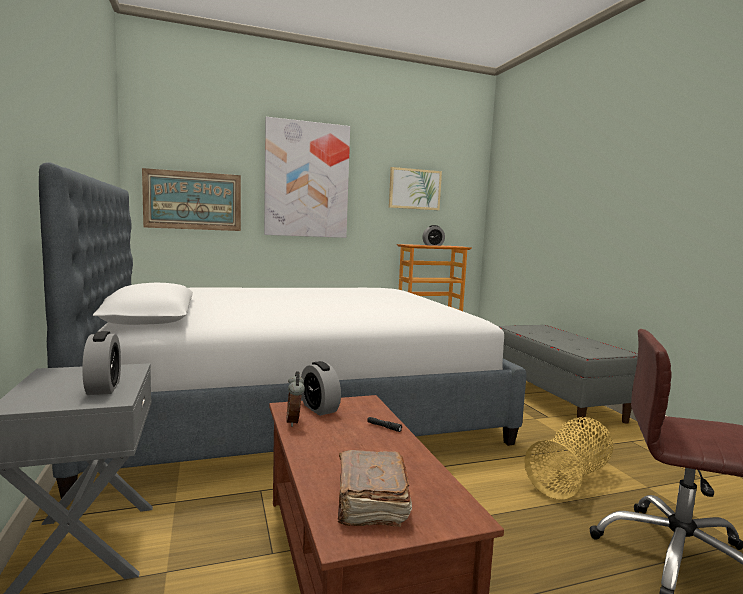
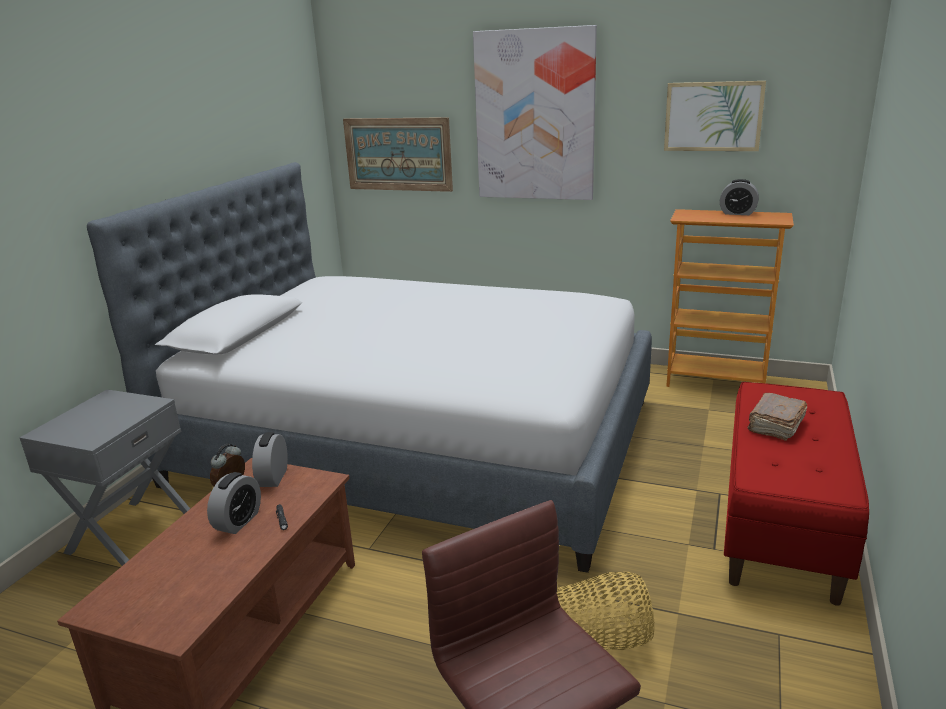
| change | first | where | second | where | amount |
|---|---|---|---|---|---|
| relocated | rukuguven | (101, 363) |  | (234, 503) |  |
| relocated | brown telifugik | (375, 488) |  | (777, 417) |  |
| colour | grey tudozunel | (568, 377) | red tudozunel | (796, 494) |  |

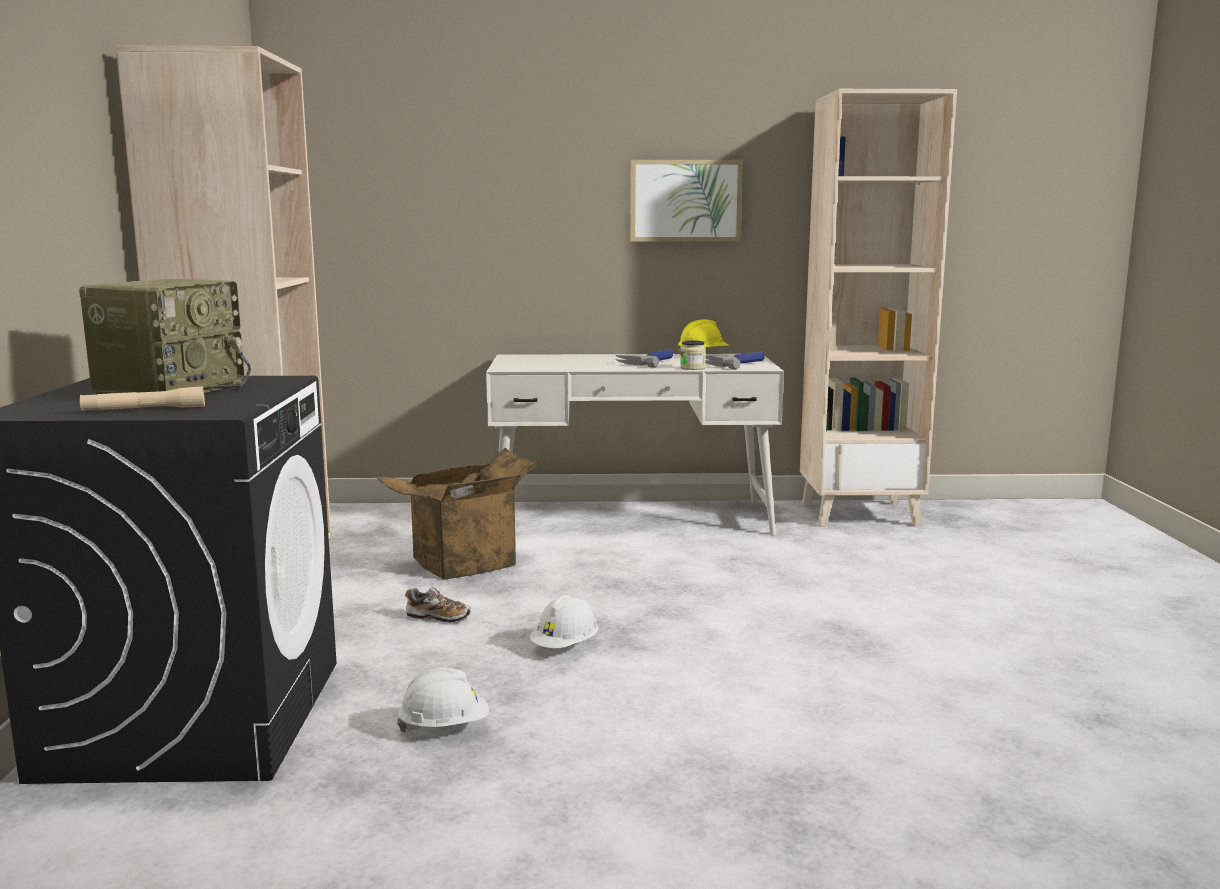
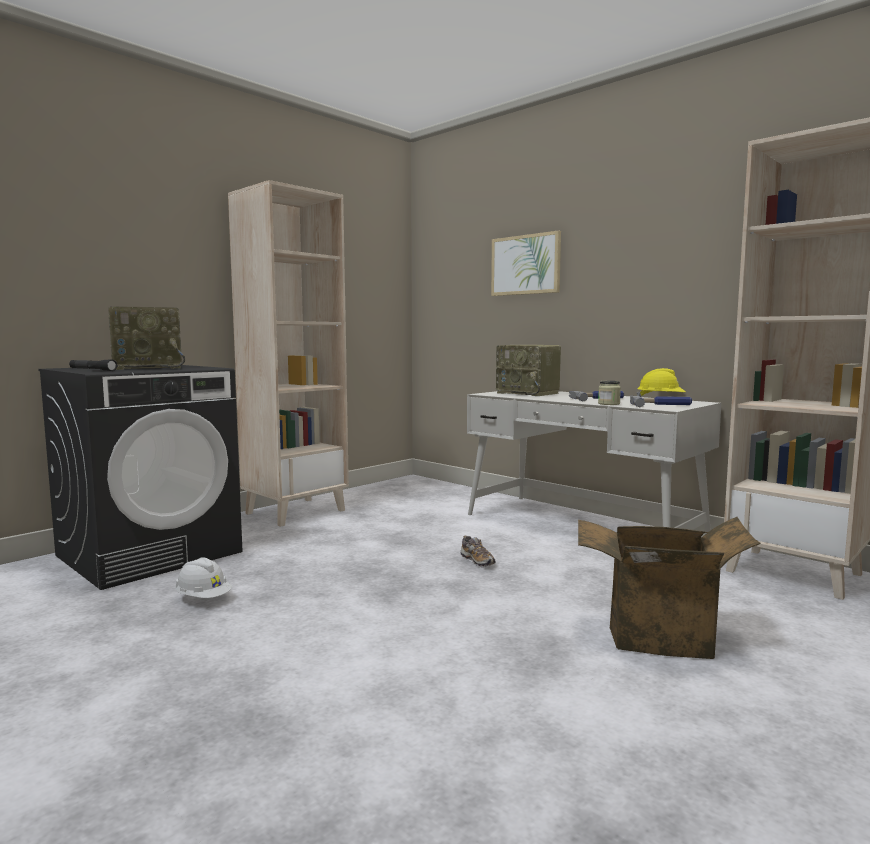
| change | first | where | second | where | amount |
|---|---|---|---|---|---|
| colour | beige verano | (142, 398) | black verano | (93, 365) |  |
| relocated | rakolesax | (458, 514) |  | (669, 588) |  |
| relocated | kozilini | (438, 605) |  | (478, 551) |  |
| missing | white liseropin | (564, 621) |  |  |  |
| relocated | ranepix | (686, 200) |  | (526, 263) |  |
| appeared |  |  | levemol | (528, 370) |  |

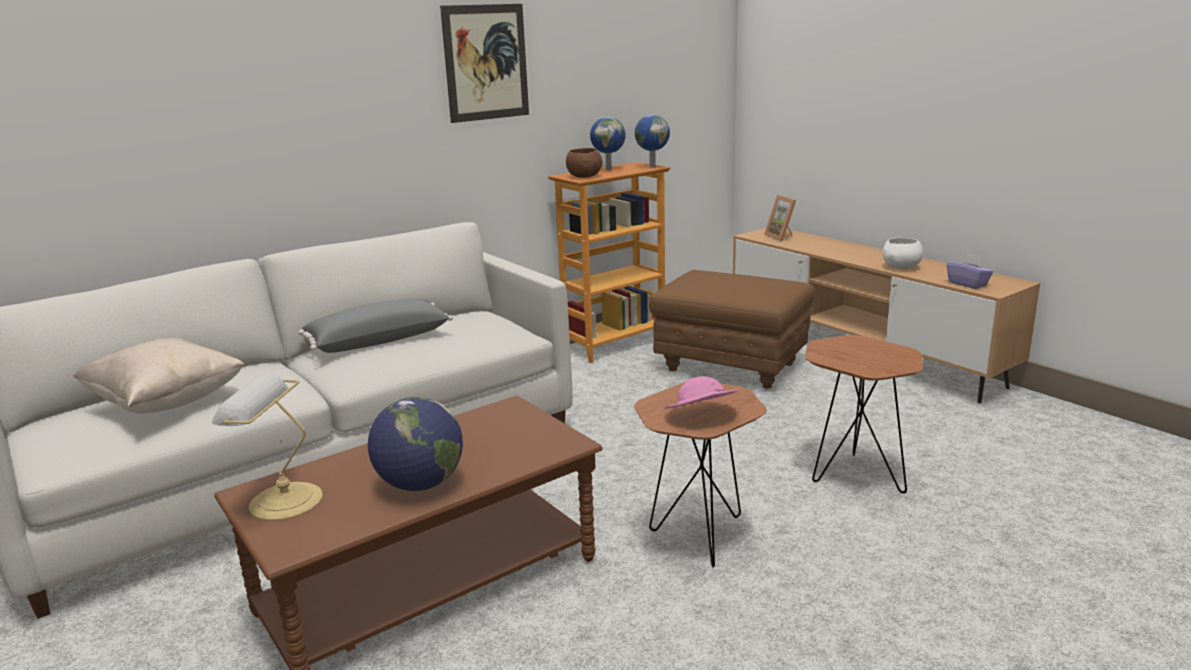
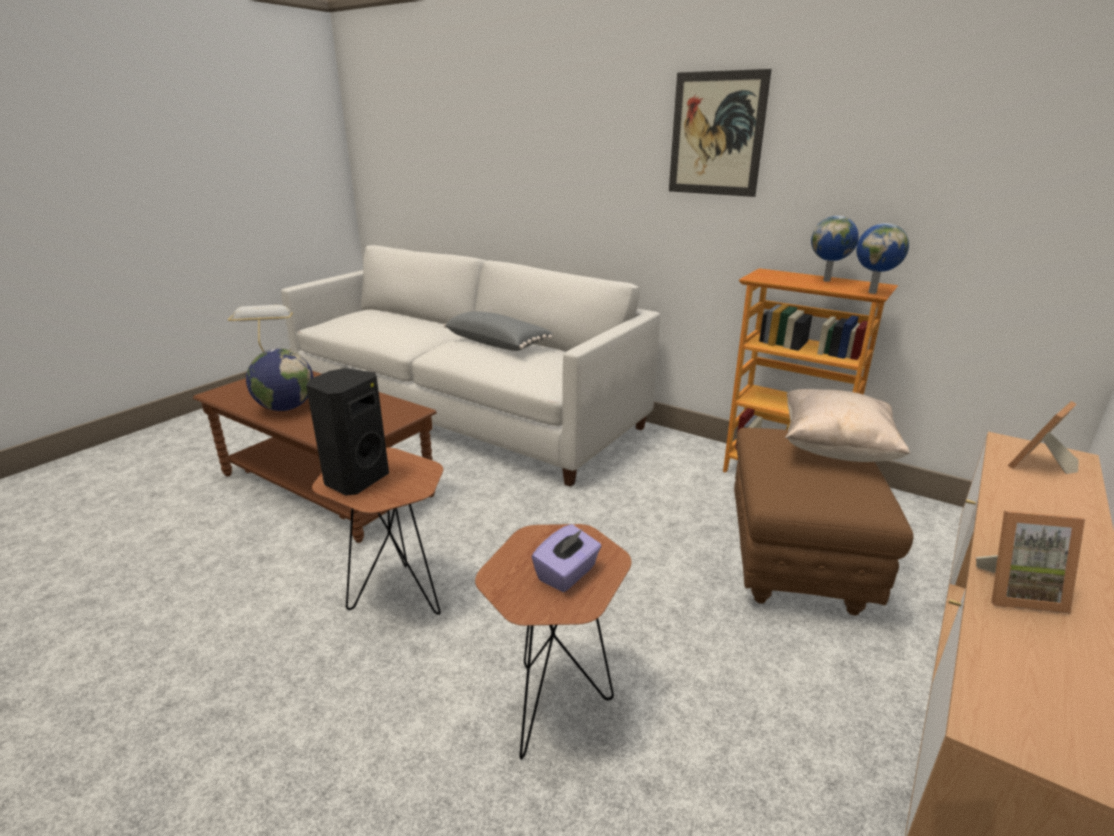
| change | first | where | second | where | amount |
|---|---|---|---|---|---|
| relocated | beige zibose | (159, 375) |  | (847, 425) |  |
| missing | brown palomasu | (584, 163) |  |  |  |
| exchanged | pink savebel | (702, 392) | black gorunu | (347, 432) |  |
| exchanged | white palomasu | (903, 253) | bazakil | (1030, 562) |  |
| relocated | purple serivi | (970, 271) |  | (567, 558) |  |

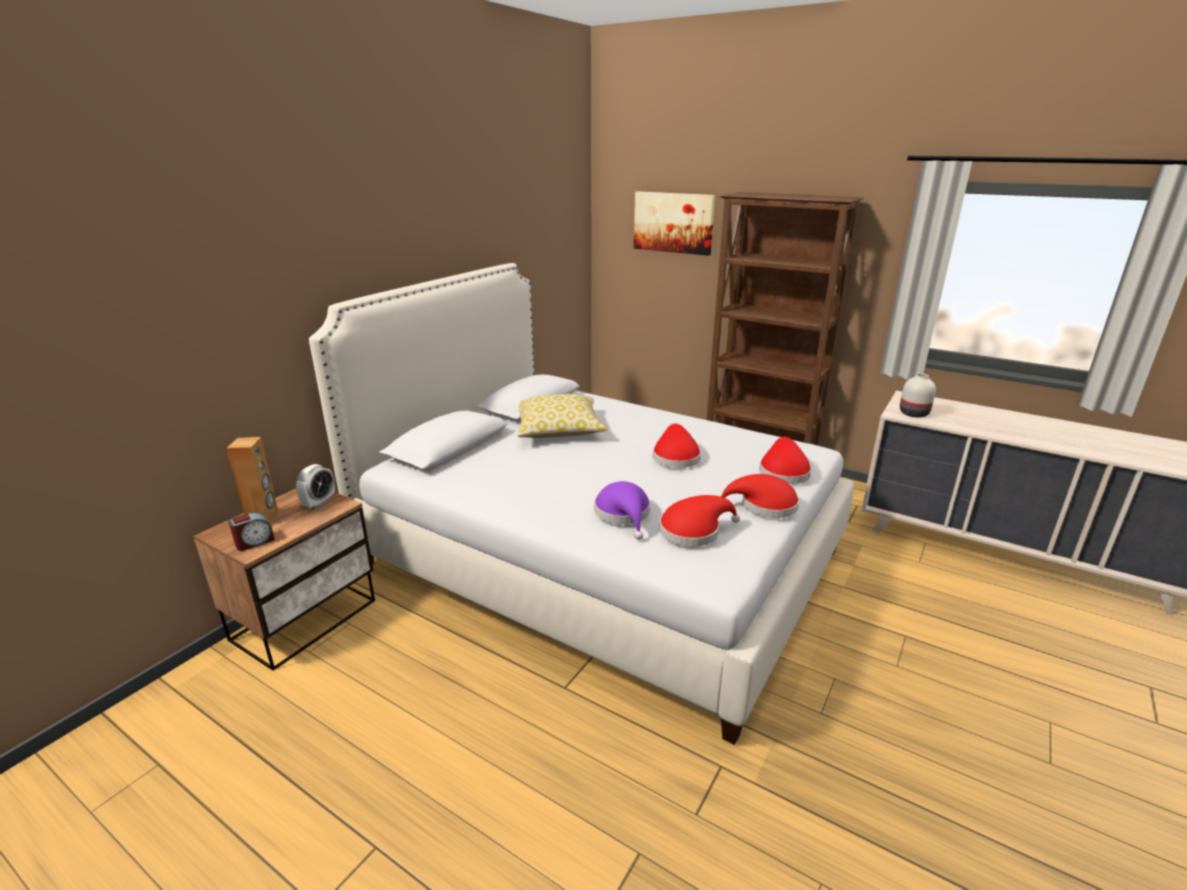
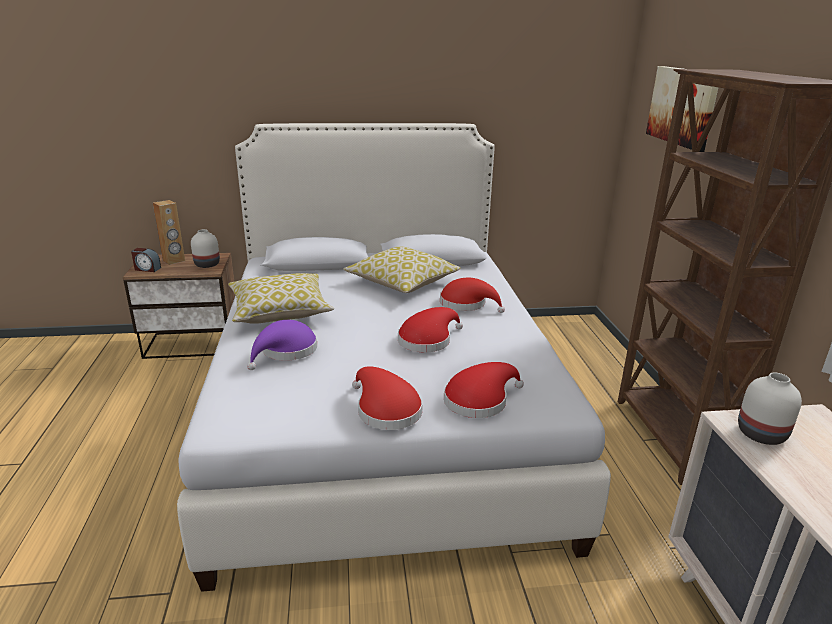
| change | first | where | second | where | amount |
|---|---|---|---|---|---|
| exchanged | rukuguven | (315, 486) | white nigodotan | (205, 248) |  |
| relocated | red savebel | (699, 521) |  | (472, 295) |  |
| appeared |  |  | zibose | (281, 298) |  |

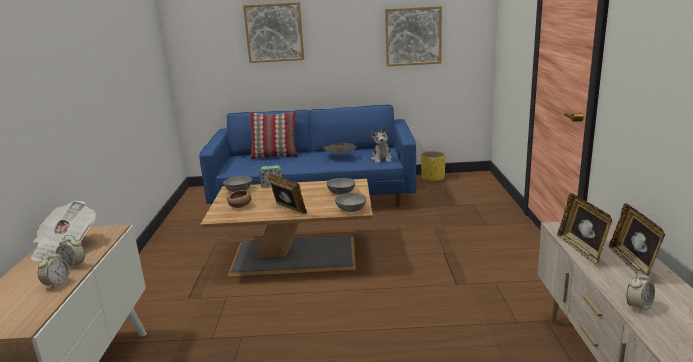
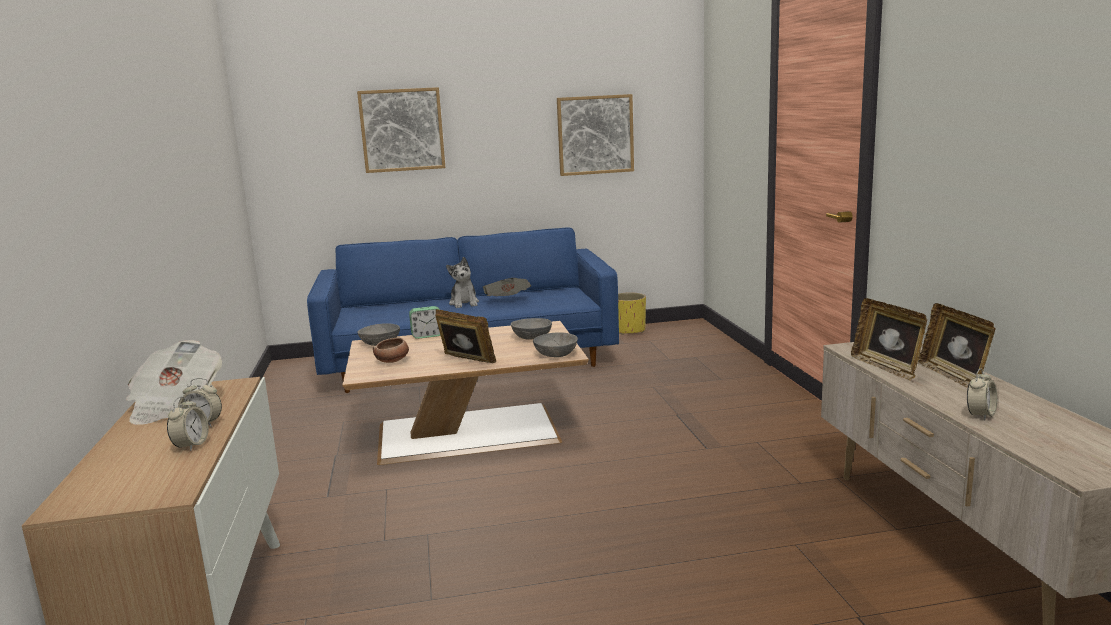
| change | first | where | second | where | amount |
|---|---|---|---|---|---|
| missing | zibose | (273, 135) |  |  |  |
| relocated | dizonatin | (381, 144) |  | (462, 282) |  |

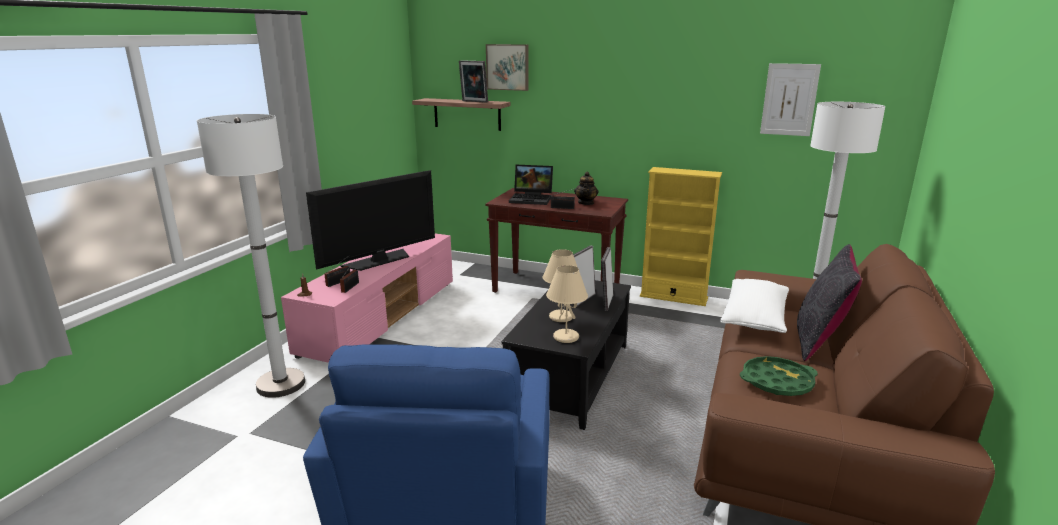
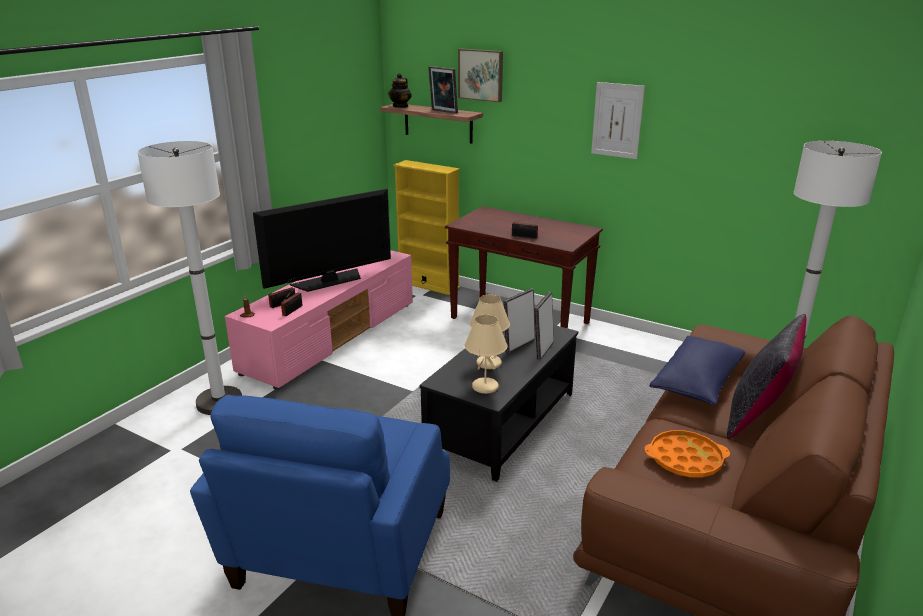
| change | first | where | second | where | amount |
|---|---|---|---|---|---|
| missing | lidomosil | (531, 185) |  |  |  |
| relocated | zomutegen | (586, 188) |  | (400, 90) |  |
| relocated | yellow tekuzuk | (681, 236) |  | (426, 227) |  |
| colour | white zibose | (755, 306) | blue zibose | (697, 370) |  |
| colour | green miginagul | (779, 376) | orange miginagul | (687, 453) |  |
| relocated | ranepix | (790, 99) |  | (618, 120) |  |

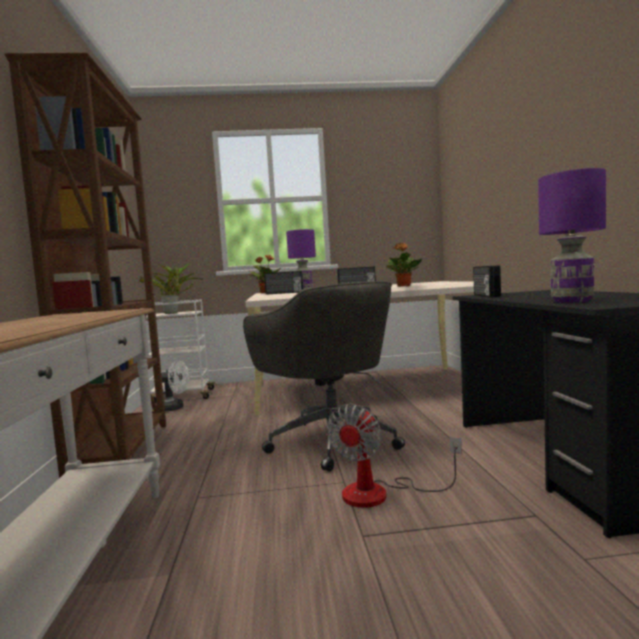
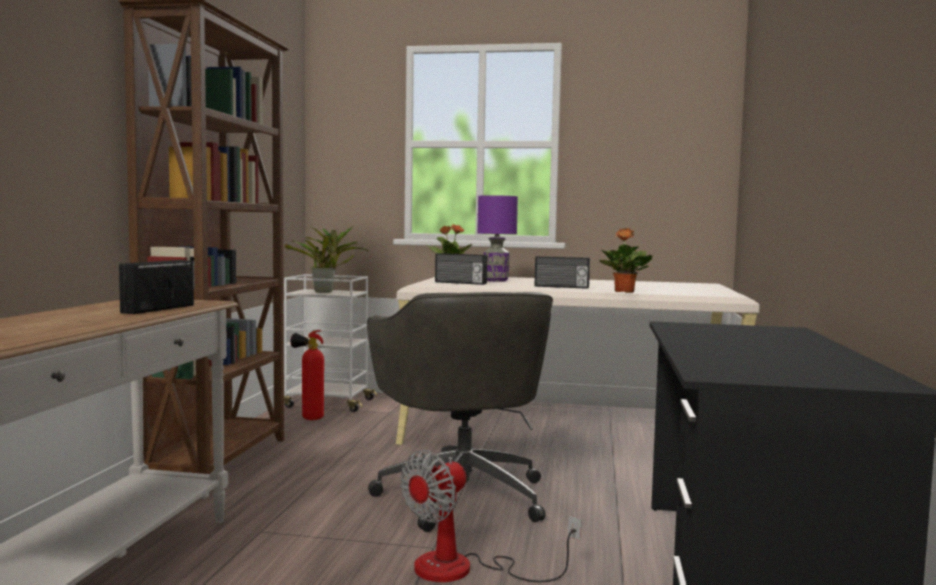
| change | first | where | second | where | amount |
|---|---|---|---|---|---|
| exchanged | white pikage | (175, 386) | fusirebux | (307, 375) |  |
| relocated | levemol | (487, 281) |  | (156, 287) |  |
| missing | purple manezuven | (572, 235) |  |  |  |

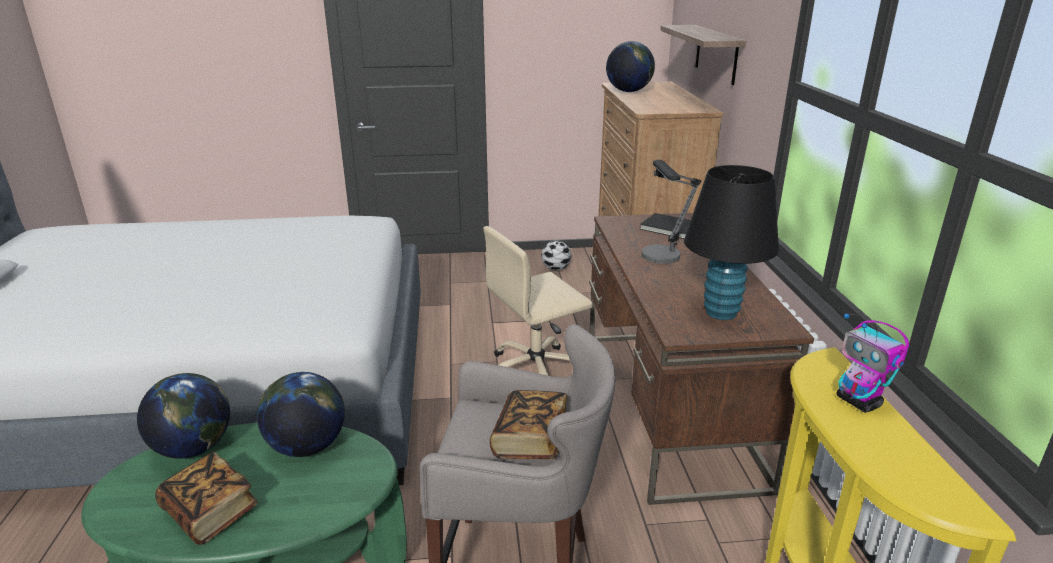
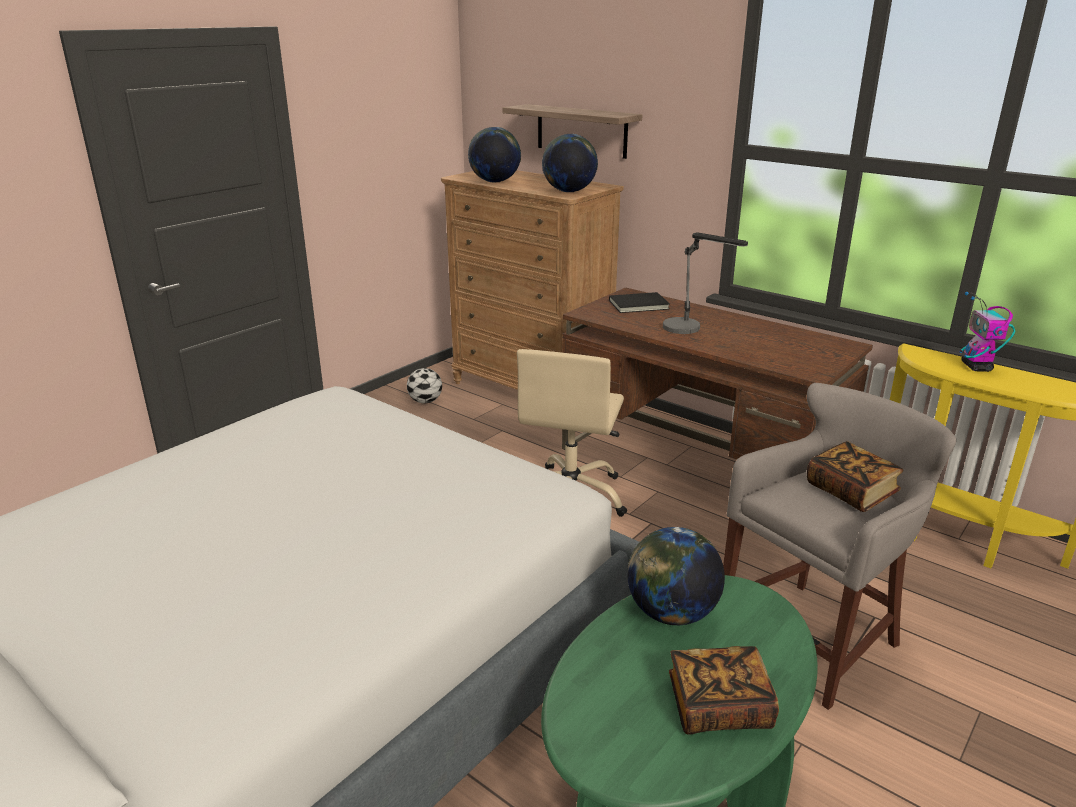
| change | first | where | second | where | amount |
|---|---|---|---|---|---|
| relocated | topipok | (183, 416) |  | (570, 163) |  |
| missing | black manezuven | (731, 242) |  |  |  |
| spun | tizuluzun | (872, 363) |  | (987, 332) | 75 degrees clockwise |

